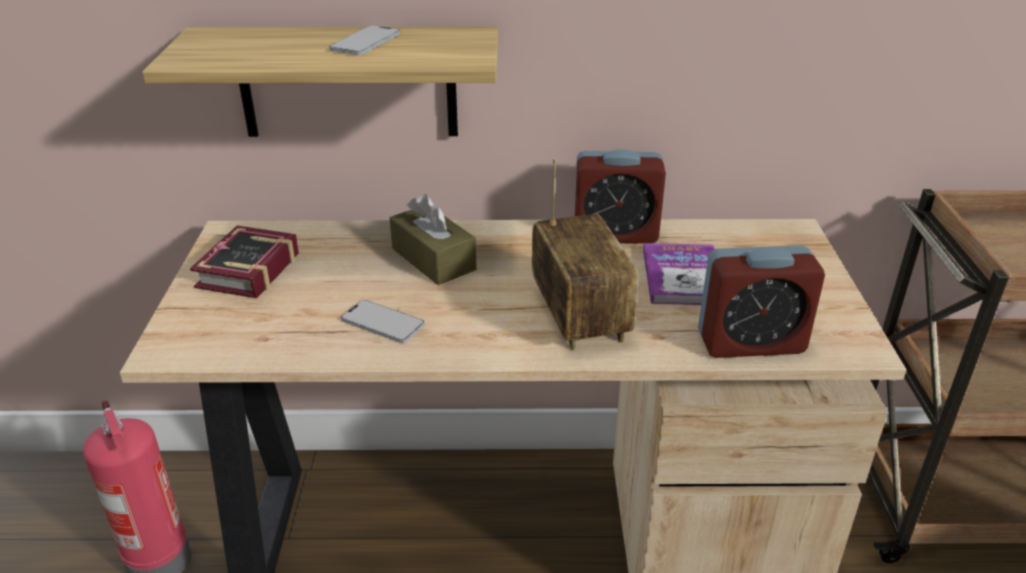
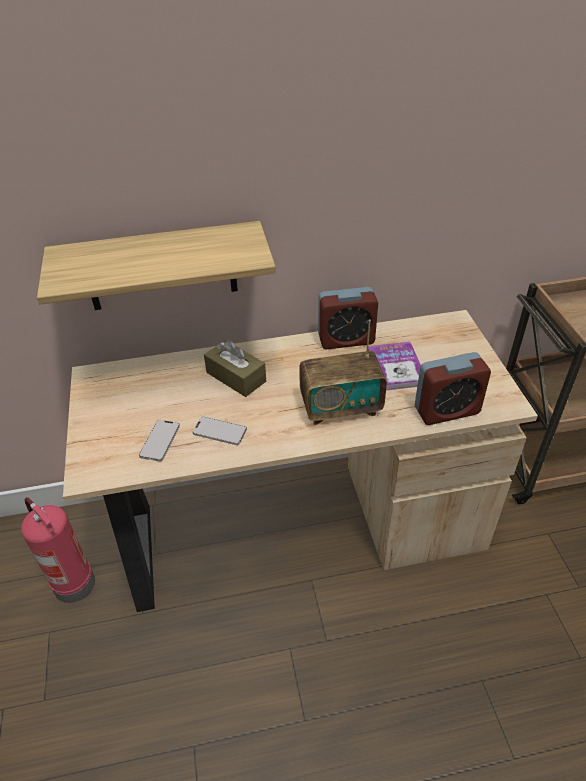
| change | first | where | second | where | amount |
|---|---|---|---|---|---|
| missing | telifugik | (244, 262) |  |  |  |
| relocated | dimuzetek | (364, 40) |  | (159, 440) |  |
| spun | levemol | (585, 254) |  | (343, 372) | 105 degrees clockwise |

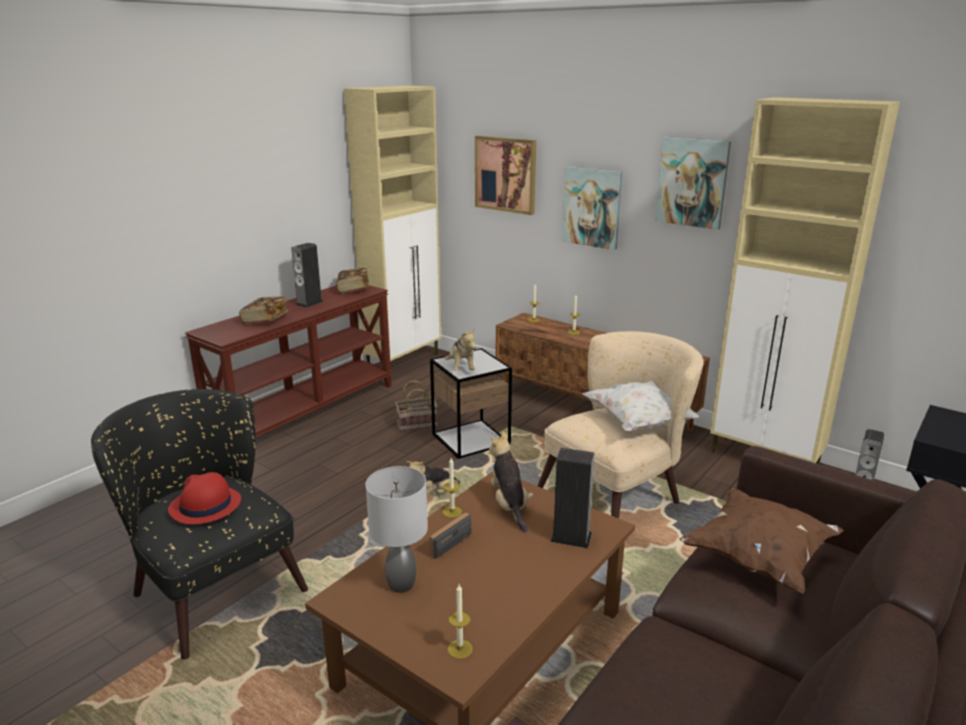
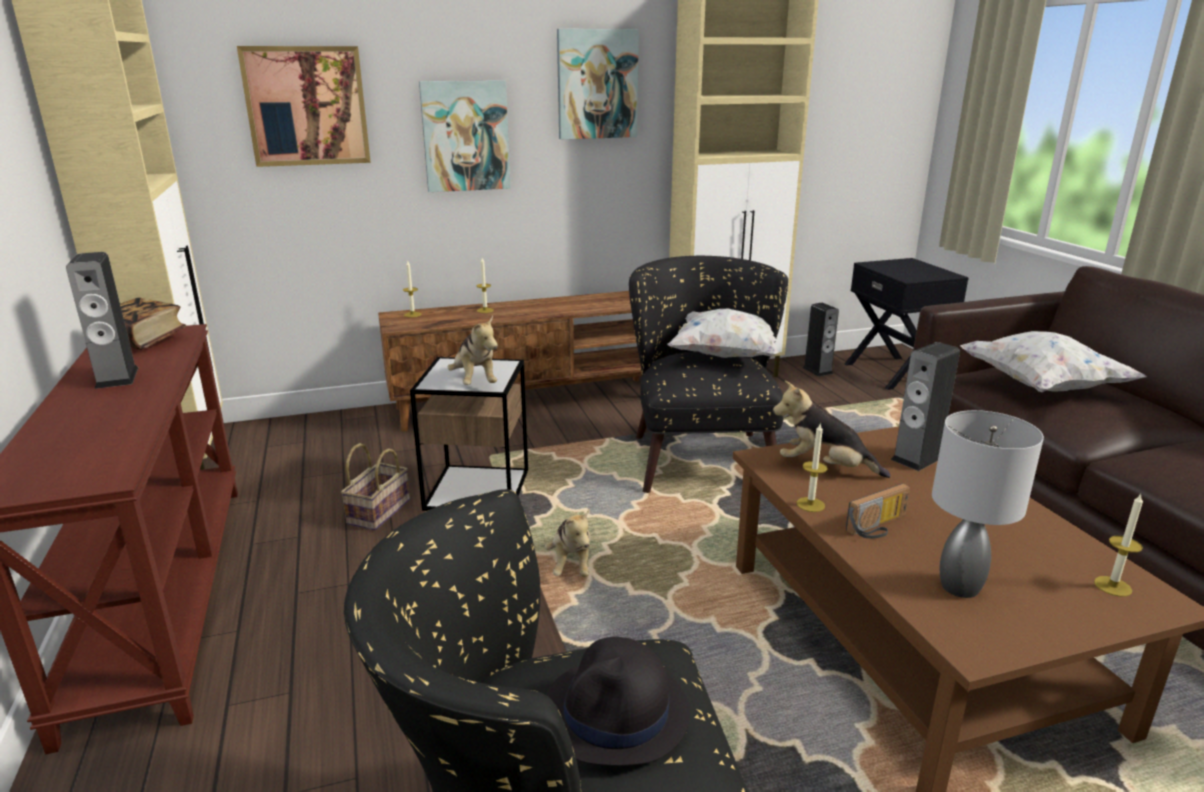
| change | first | where | second | where | amount |
|---|---|---|---|---|---|
| colour | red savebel | (204, 498) | black savebel | (618, 701) |  |
| missing | telifugik | (264, 310) |  |  |  |
| spun | levemol | (450, 536) |  | (878, 511) | 105 degrees counterclockwise |
| spun | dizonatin | (460, 349) |  | (472, 350) | 45 degrees clockwise |
| colour | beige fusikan | (621, 425) | black fusikan | (708, 374) |  |
| colour | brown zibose | (762, 541) | white zibose | (1053, 361) |  |

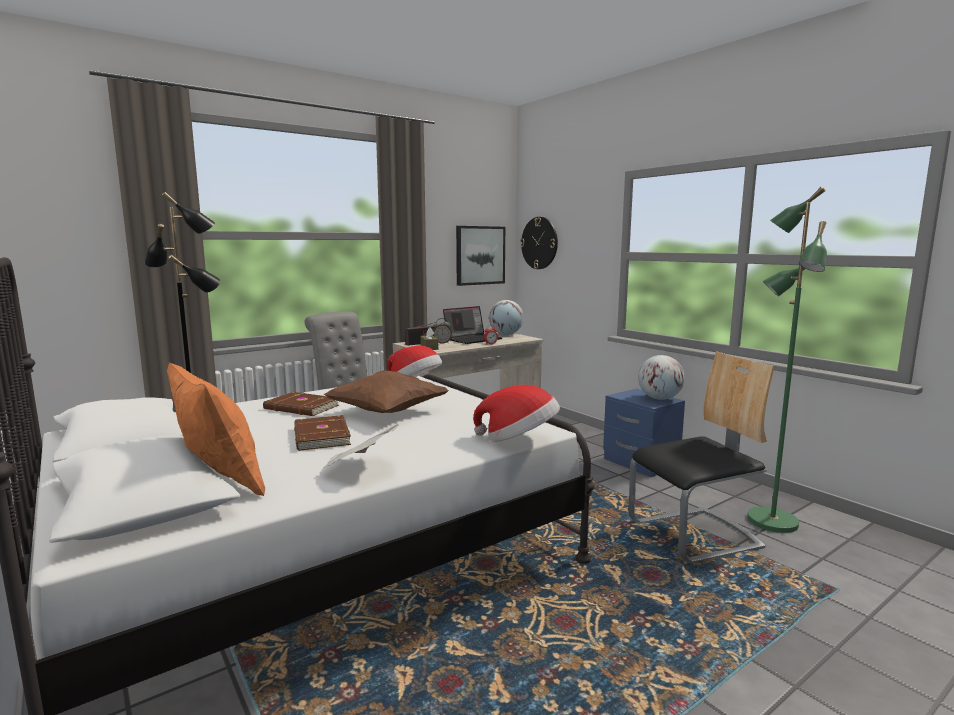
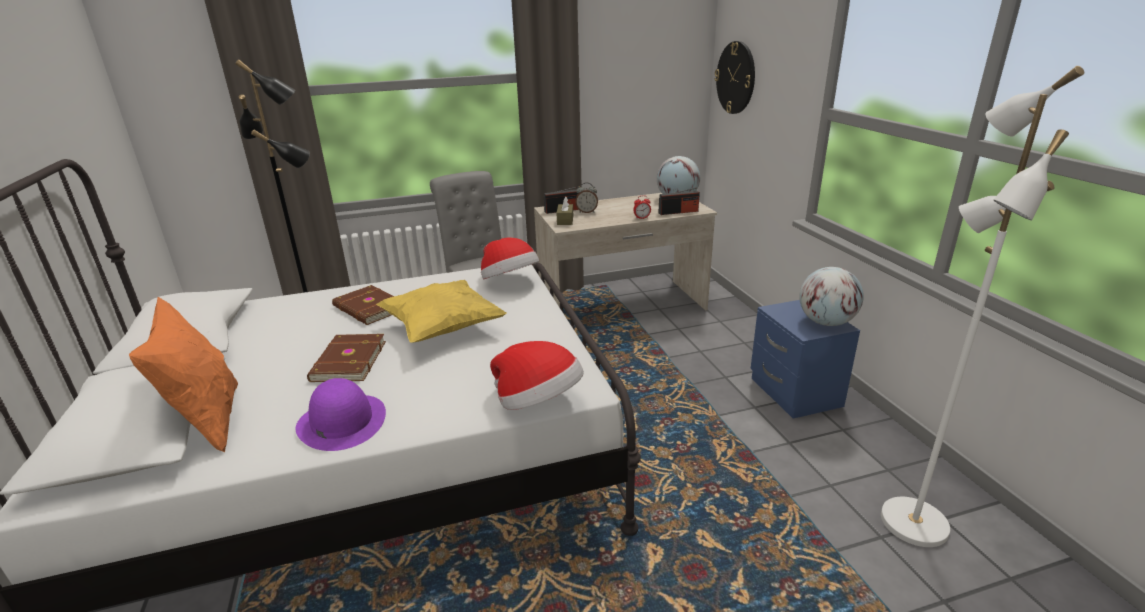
| change | first | where | second | where | amount |
|---|---|---|---|---|---|
| exchanged | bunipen | (360, 446) | purple savebel | (341, 414) |  |
| colour | brown zibose | (386, 391) | yellow zibose | (441, 311) |  |
| missing | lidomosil | (472, 325) |  |  |  |
| missing | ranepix | (480, 256) |  |  |  |
| missing | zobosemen | (702, 457) |  |  |  |
| colour | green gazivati | (787, 359) | white gazivati | (982, 306) |  |
| appeared |  |  | levemol | (679, 201) |  |

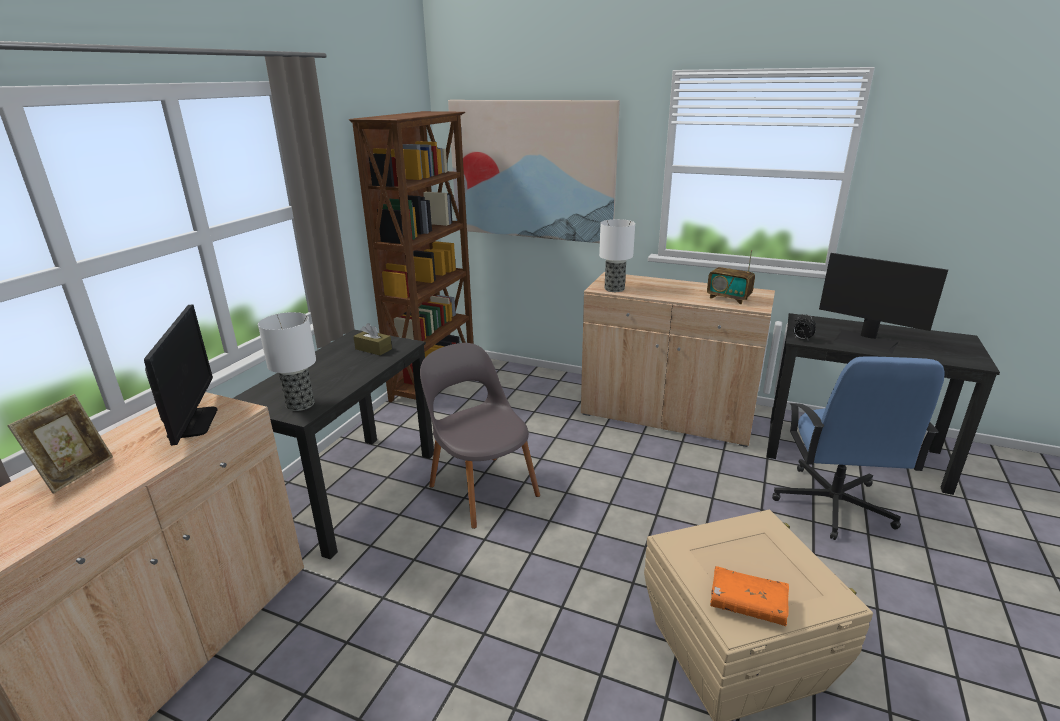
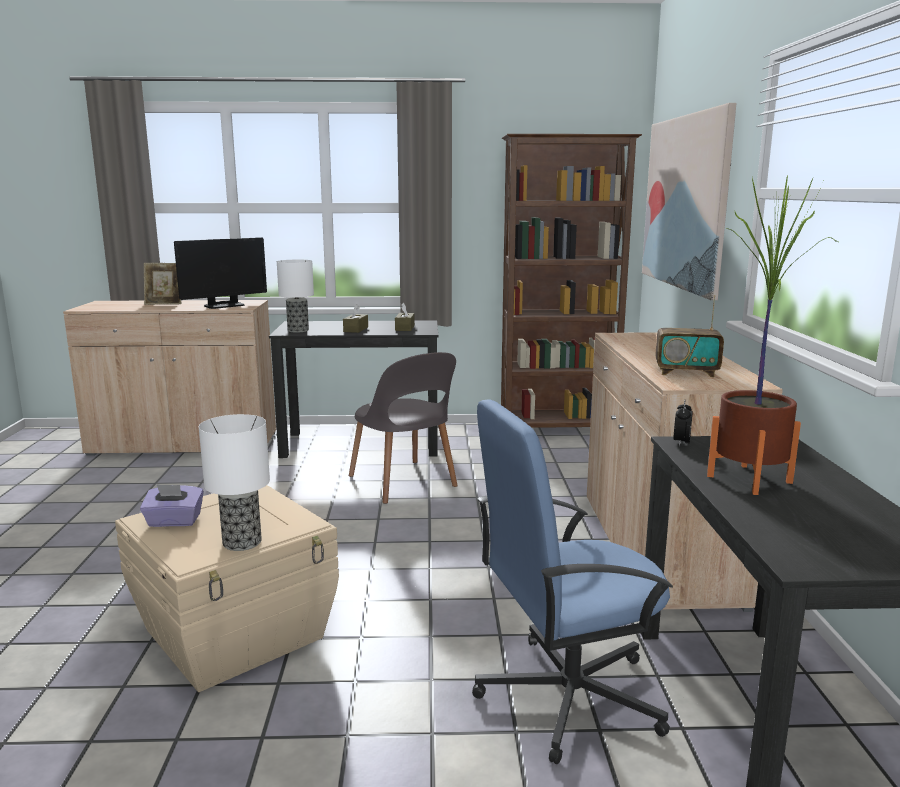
| change | first | where | second | where | amount |
|---|---|---|---|---|---|
| spun | grey zobosemen | (480, 436) |  | (403, 428) | 120 degrees clockwise |
| relocated | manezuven | (617, 255) |  | (234, 482) |  |
| spun | levemol | (731, 277) |  | (690, 336) | 90 degrees counterclockwise |
| exchanged | orange telifugik | (749, 596) | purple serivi | (172, 505) |  |
| exchanged | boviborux | (883, 303) | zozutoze | (772, 334) |  |
| appeared |  |  | brown serivi | (355, 318) |  |

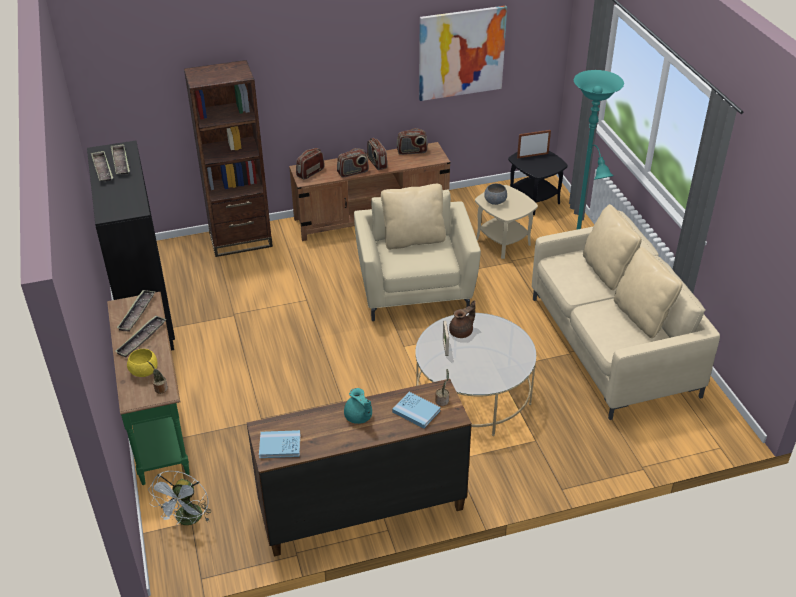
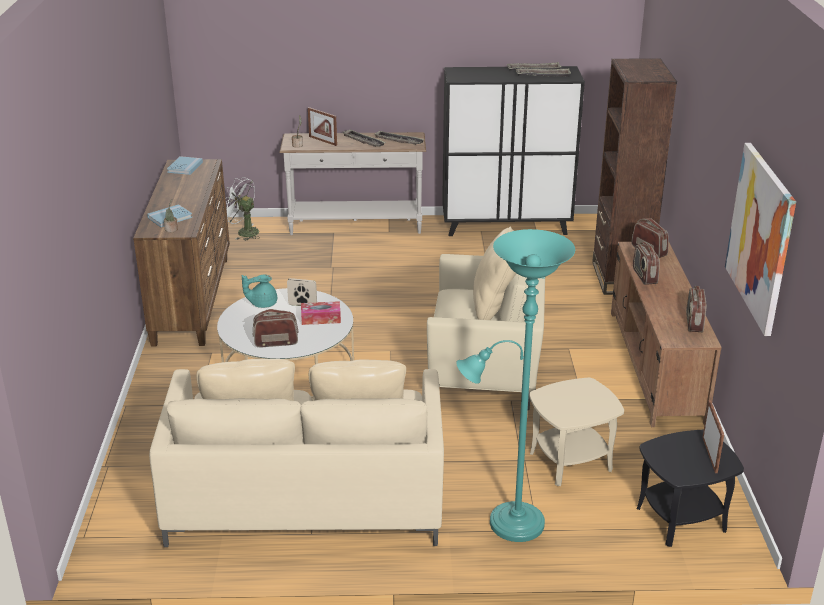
| change | first | where | second | where | amount |
|---|---|---|---|---|---|
| colour | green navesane | (148, 388) | white navesane | (352, 183) |  |
| exchanged | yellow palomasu | (142, 363) | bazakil | (322, 126) |  |
| relocated | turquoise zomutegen | (358, 406) |  | (259, 291) |  |
| relocated | levemol | (377, 154) |  | (276, 328) |  |
| exchanged | brown zomutegen | (462, 319) | serivi | (321, 313) |  |
| missing | grey palomasu | (495, 194) |  |  |  |

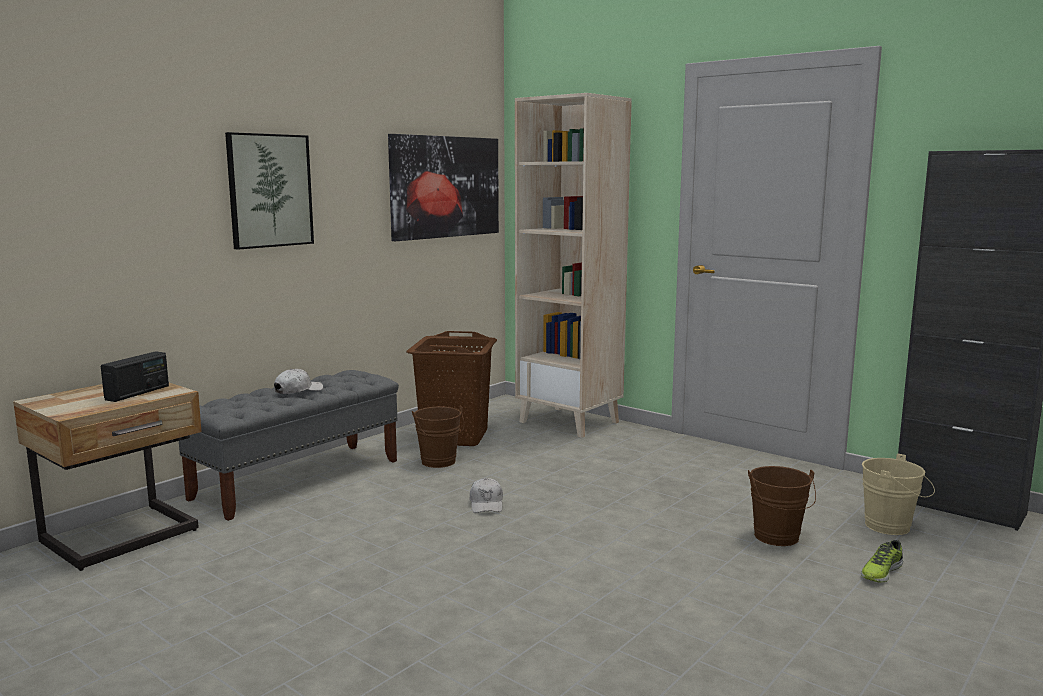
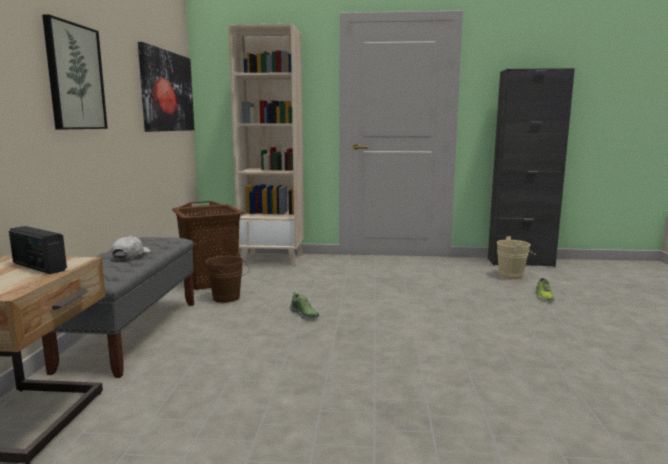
| change | first | where | second | where | amount |
|---|---|---|---|---|---|
| spun | levemol | (135, 376) |  | (38, 250) | 135 degrees clockwise |
| exchanged | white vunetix | (486, 495) | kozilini | (304, 305) |  |
| missing | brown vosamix | (782, 506) |  |  |  |

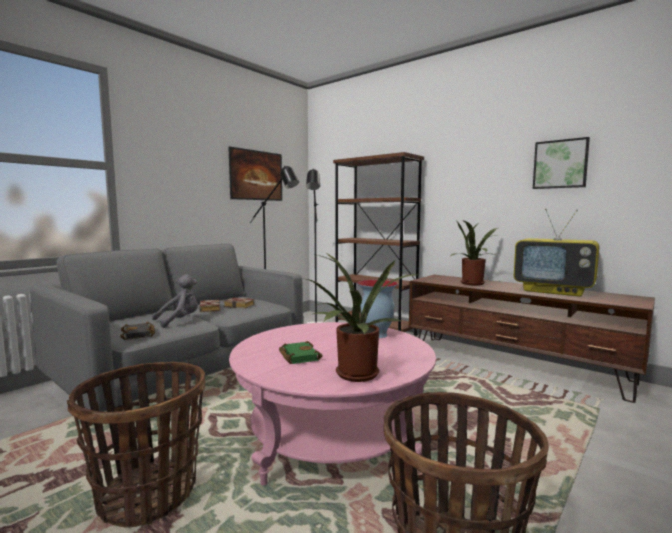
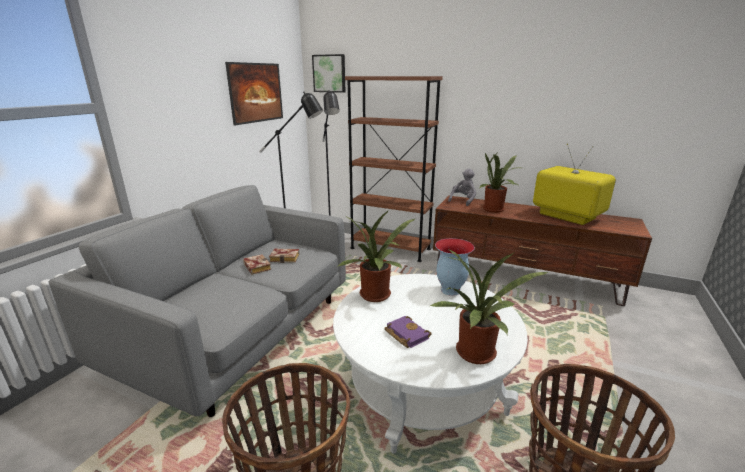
| change | first | where | second | where | amount |
|---|---|---|---|---|---|
| missing | black telifugik | (137, 331) |  |  |  |
| relocated | grey dizonatin | (175, 301) |  | (462, 187) |  |
| colour | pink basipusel | (332, 404) | white basipusel | (430, 364) |  |
| colour | green telifugik | (301, 352) | purple telifugik | (408, 332) |  |
| spun | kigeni | (557, 252) |  | (574, 184) | 150 degrees counterclockwise |
| relocated | ranepix | (561, 163) |  | (328, 73) |  |
| appeared |  |  | zozutoze | (375, 256) |  |

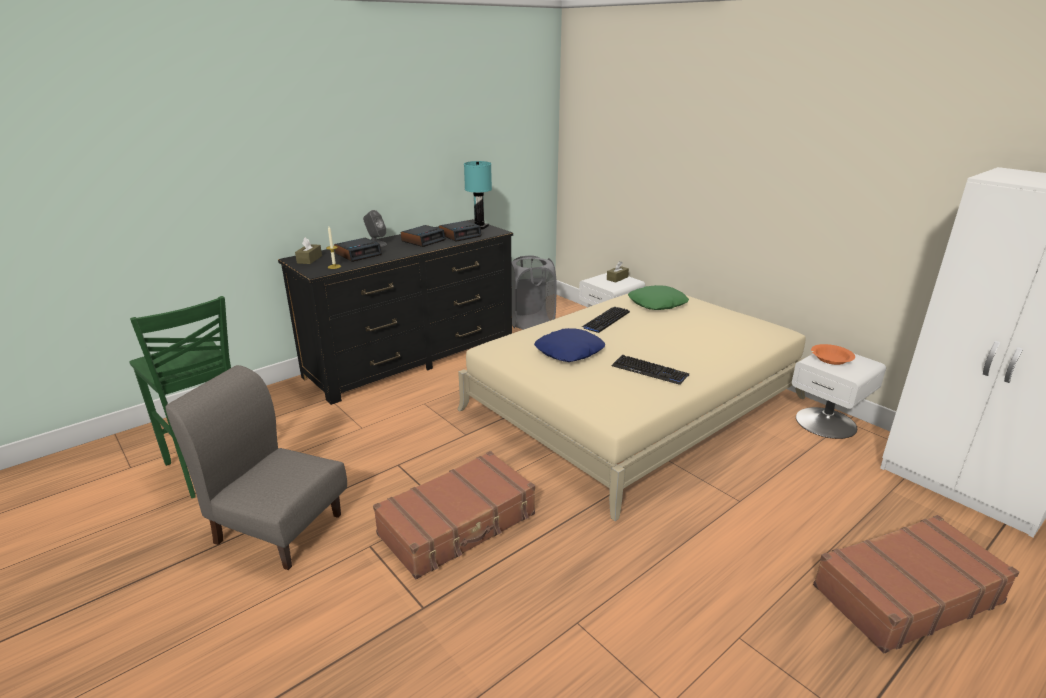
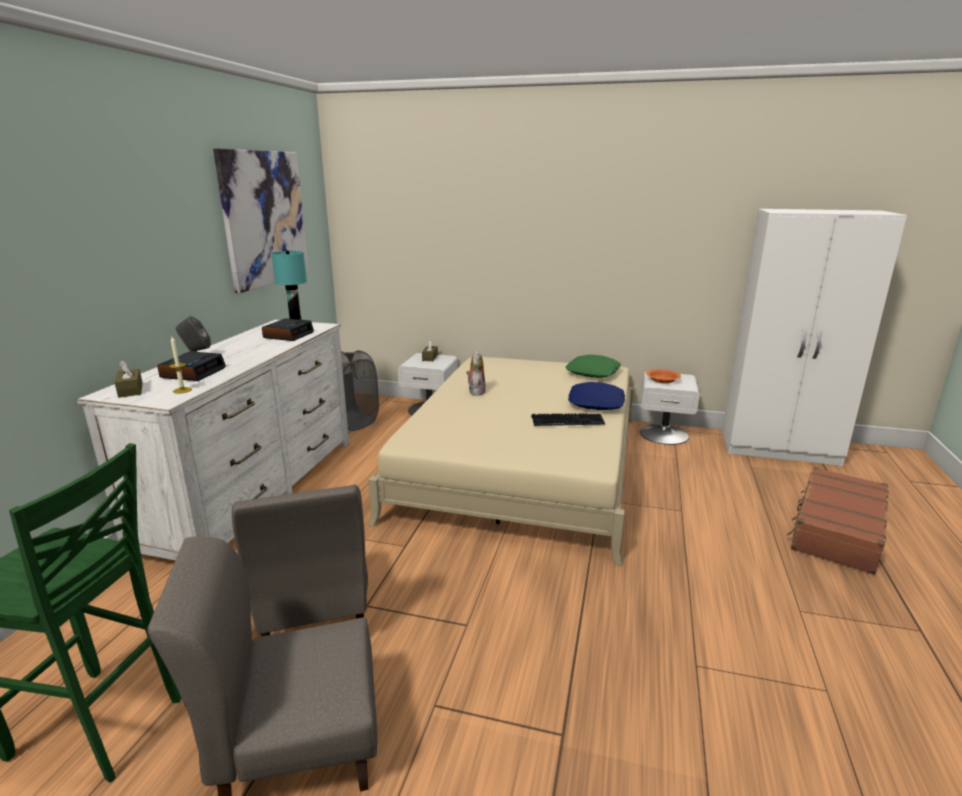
| change | first | where | second | where | amount |
|---|---|---|---|---|---|
| colour | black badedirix | (395, 312) | white badedirix | (213, 440) |  |
| missing | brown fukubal | (454, 515) |  |  |  |
| missing | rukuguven | (423, 236) |  |  |  |
| relocated | blue zibose | (569, 345) |  | (596, 396) |  |
| exchanged | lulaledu | (606, 320) | dizonatin | (476, 373) |  |
| relocated | green zibose | (658, 297) |  | (593, 366) |  |
| appeared |  |  | ranepix | (261, 221) |  |
| appeared |  |  | grey zobosemen | (300, 561) |  |

